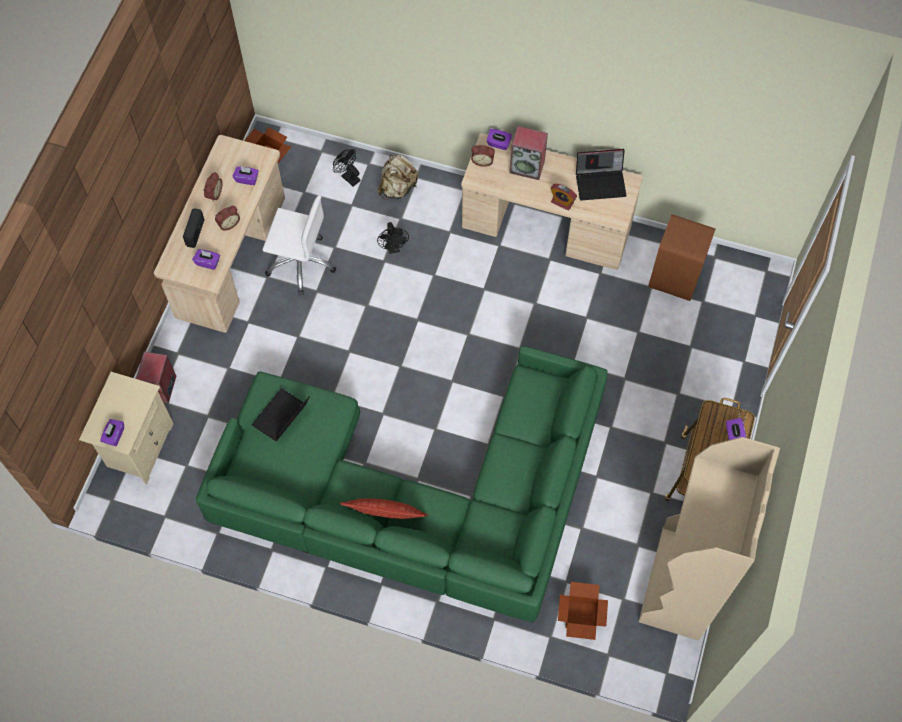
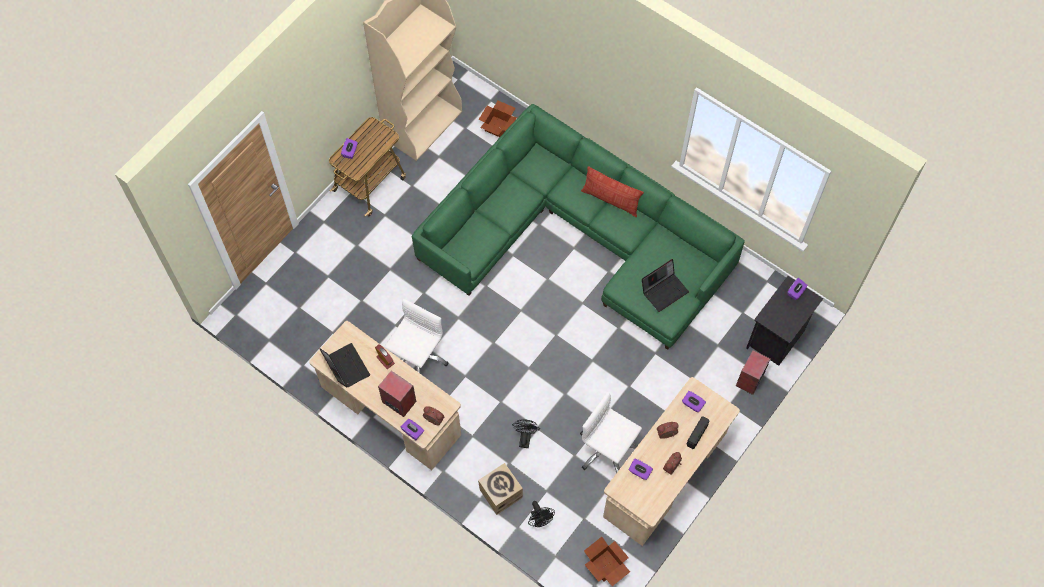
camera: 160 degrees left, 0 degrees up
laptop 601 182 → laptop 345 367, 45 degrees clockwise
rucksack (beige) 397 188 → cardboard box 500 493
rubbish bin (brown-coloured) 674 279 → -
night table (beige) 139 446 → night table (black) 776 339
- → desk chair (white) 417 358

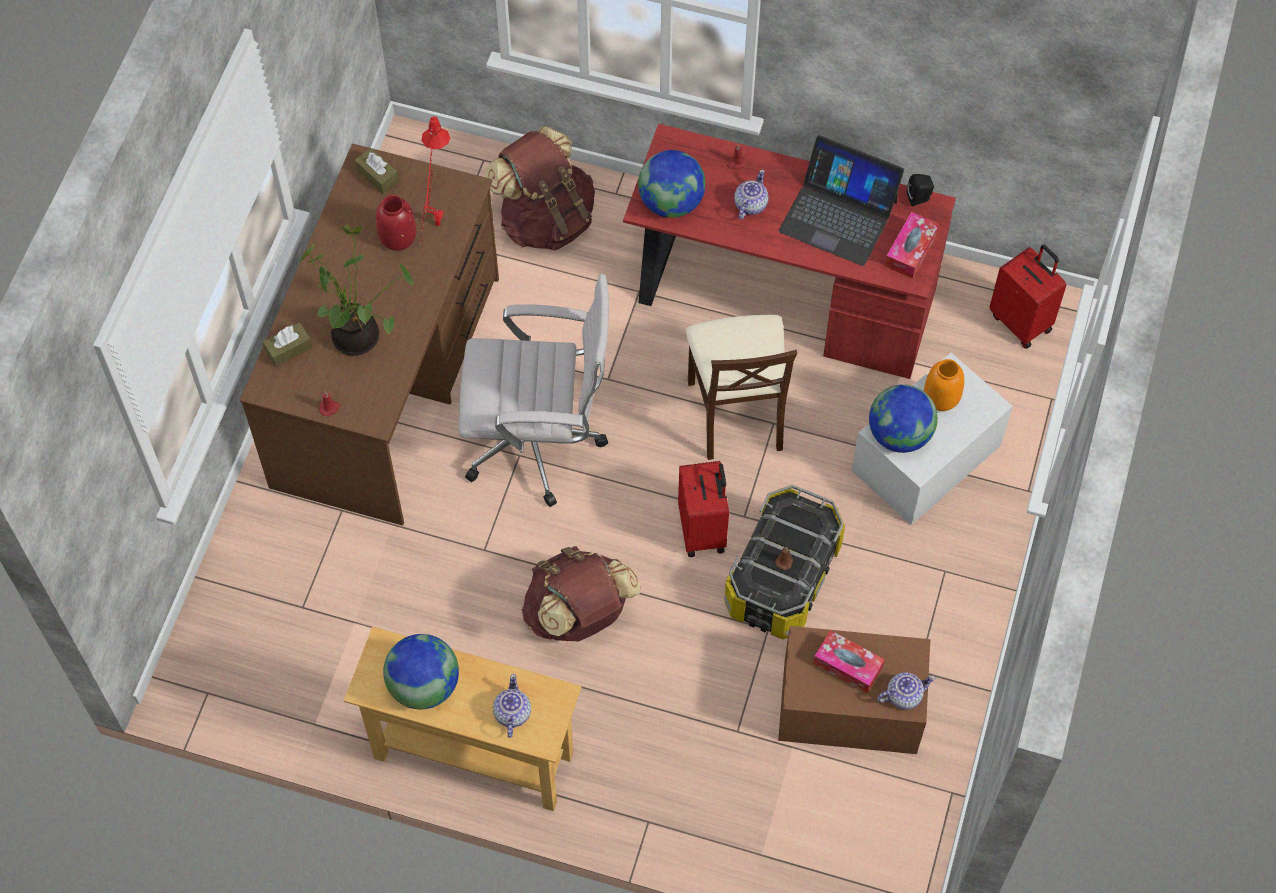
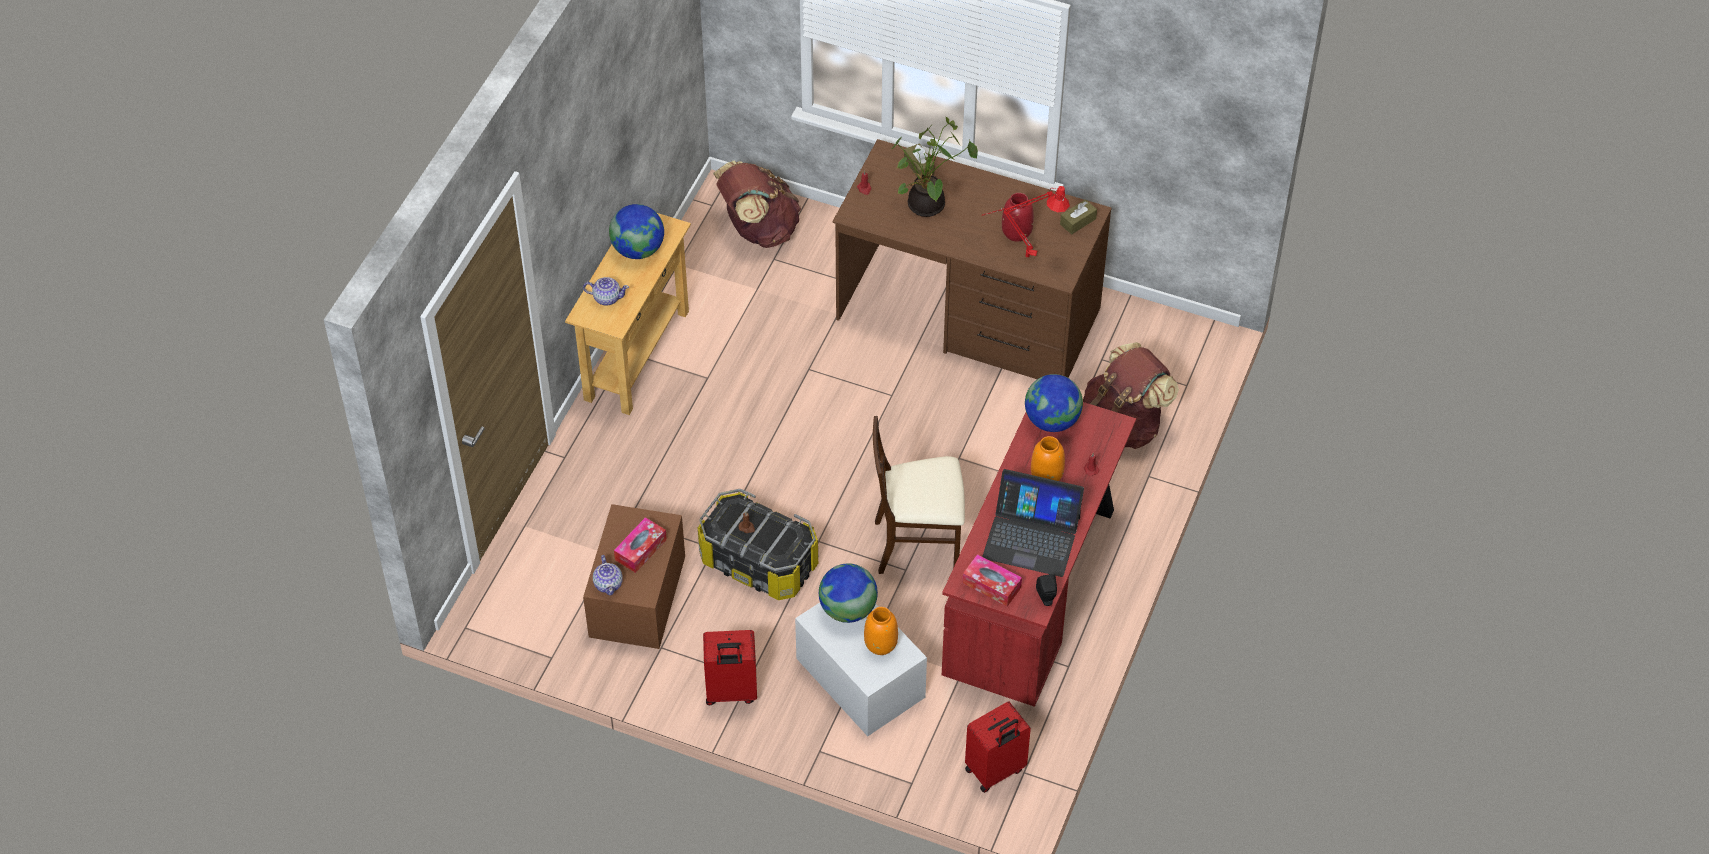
camera: 95 degrees right, 10 degrees down
laptop 838 215 → laptop 1031 537, 105 degrees counterclockwise
pot for tea 750 205 → flower vase (orange-coloured) 1046 475
desk chair (white) 540 442 → -
travel case (reddish) 703 530 → travel case (reddish) 731 692, move
rucksack (brown-coloured) 579 615 → rucksack (brown-coloured) 758 229, move

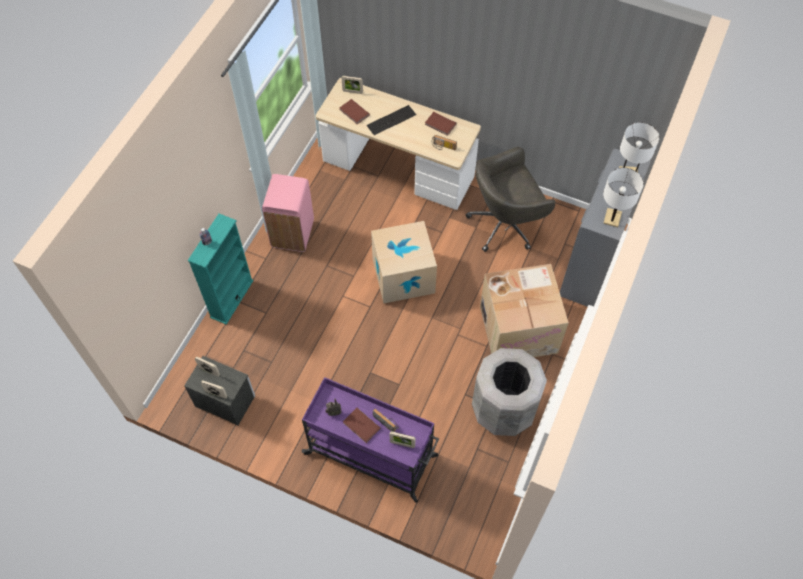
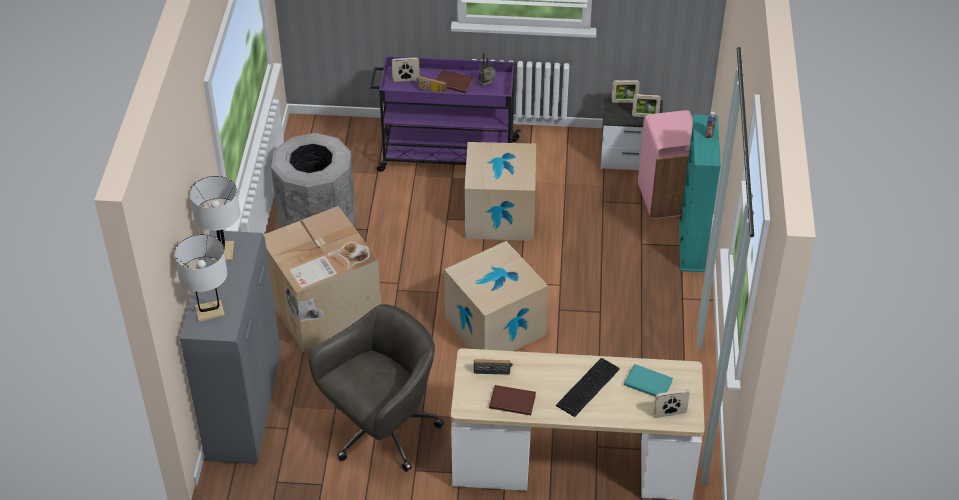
camera: 160 degrees right, 15 degrees down
bound book (brown-coloured) 354 113 → bound book (turquoise) 648 382
rubbish bin (pinkish) 293 233 → rubbish bin (pinkish) 665 200, move
- → cardboard box 500 215

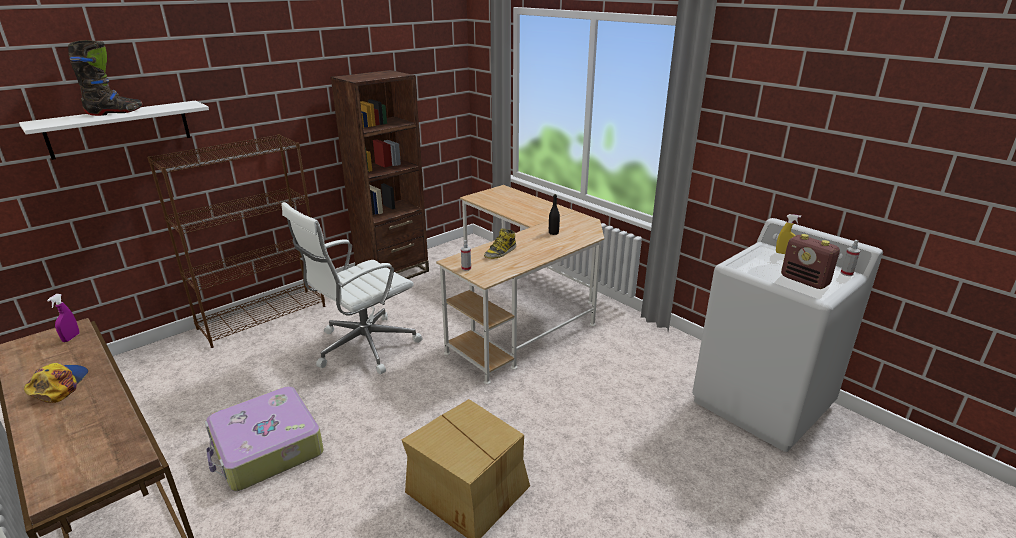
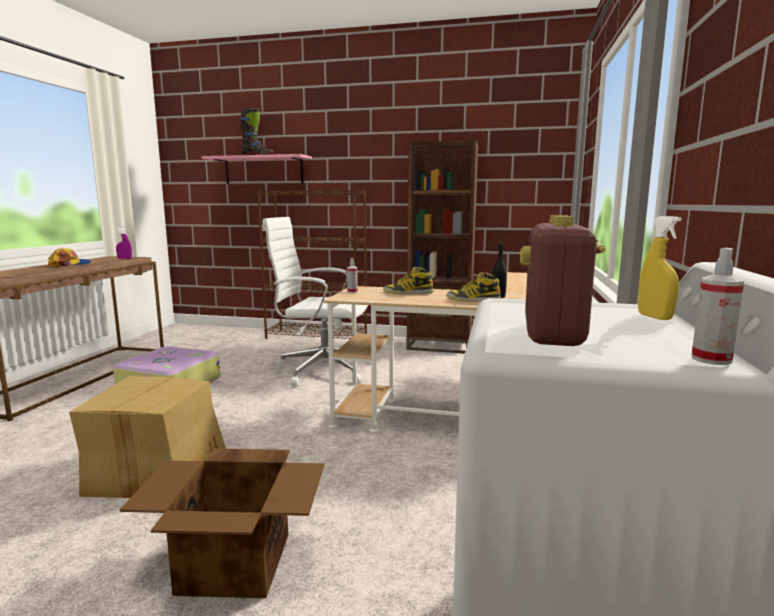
camera: 55 degrees right, 15 degrees down
shelf (white) 119 129 → shelf (pinkish) 264 170
- → boot 473 300
- → cardboard box 236 563

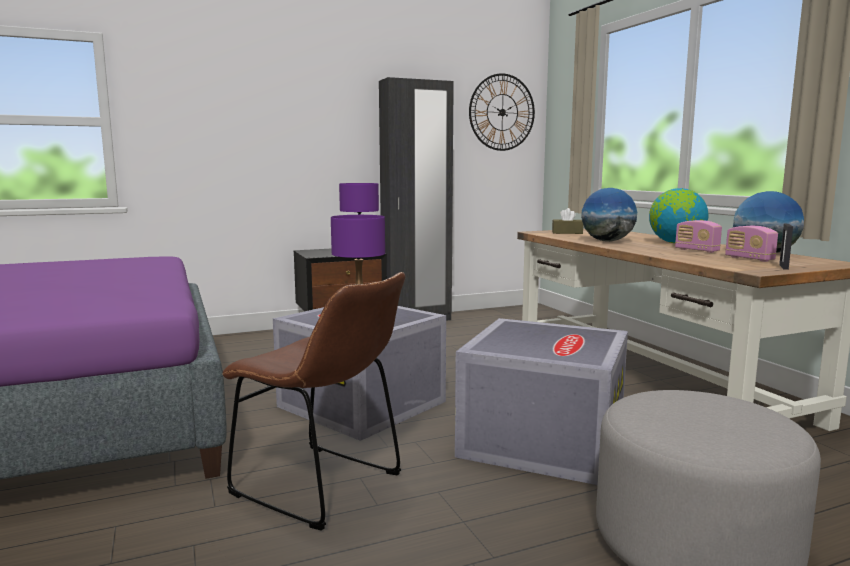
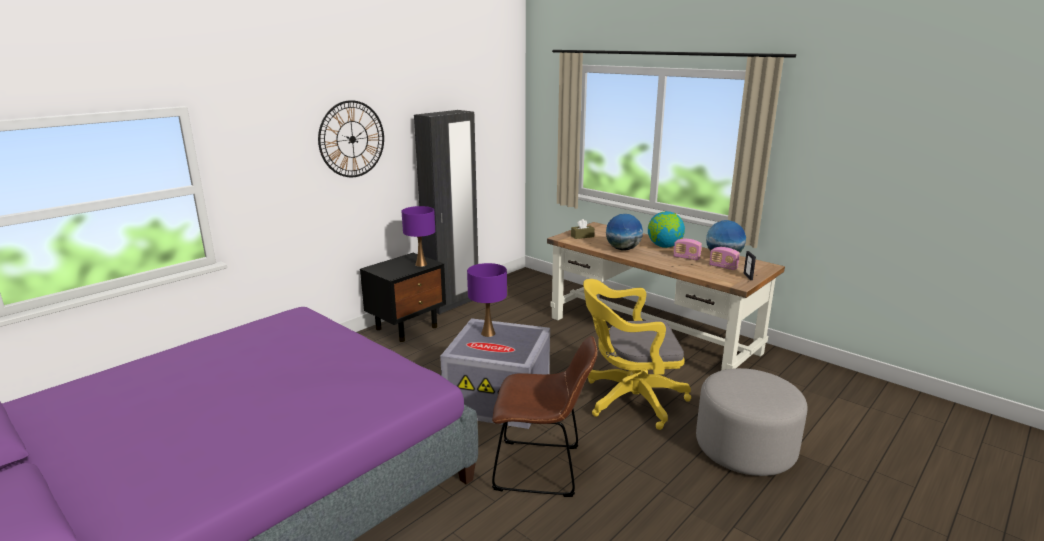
camera: 25 degrees left, 10 degrees up
wall clock 502 112 → wall clock 352 139, move
storage box (grey) 541 439 → desk chair (yellow-coloured) 629 399

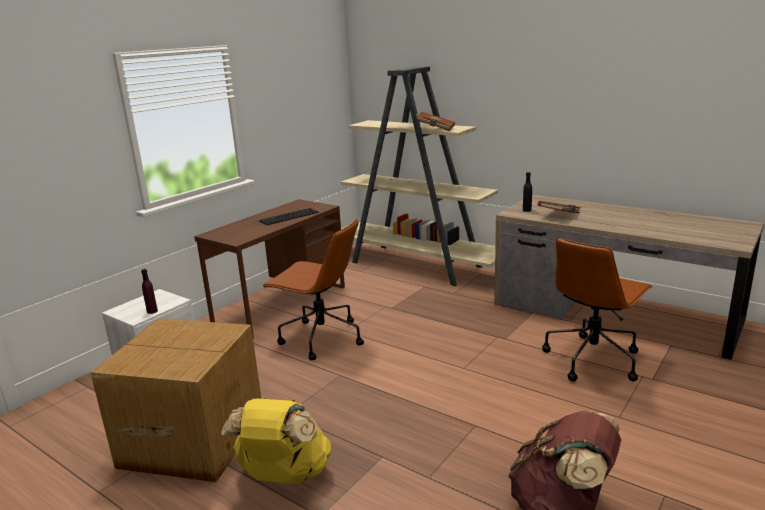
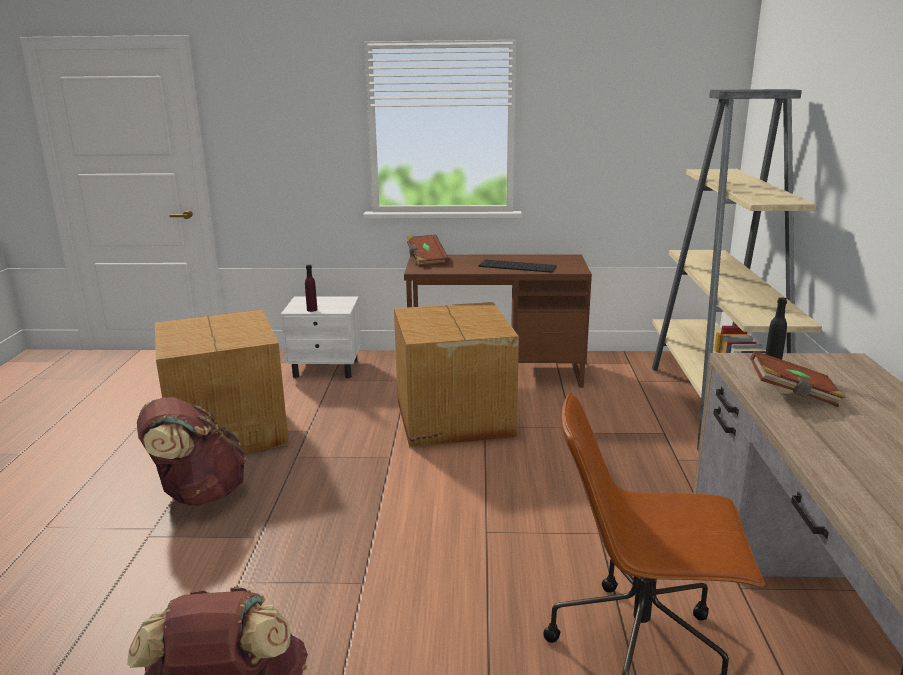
camera: 55 degrees right, 0 degrees up
bound book (brown-coloured) 435 129 → bound book (brown-coloured) 426 260, move
desk chair (brown-coloured) 320 338 → cardboard box 452 418
rucksack (yellow-coloured) 284 476 → rucksack (brown-coloured) 198 494

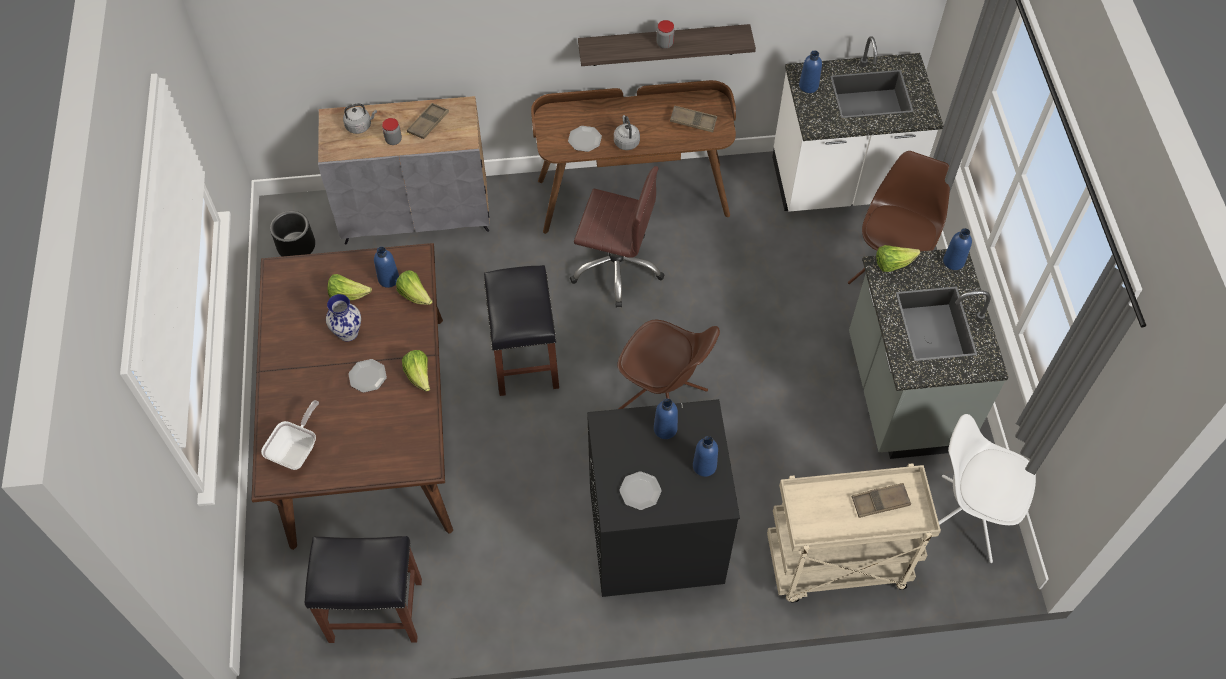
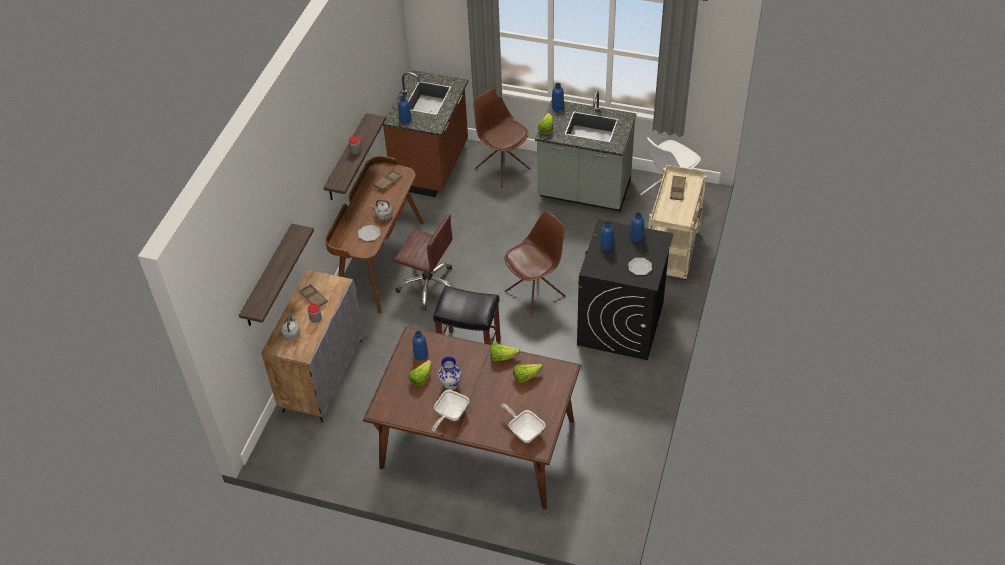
camera: 65 degrees left, 10 degrees down
counter (white) 841 185 → counter (brown-coloured) 432 167
desk chair (brown-coloured) 617 267 → desk chair (brown-coloured) 428 285, 75 degrees clockwise
flower pot (black) 296 246 → -
lettuce 415 295 → lettuce 525 376, move
flat dish 367 376 → -
sitting stool (black) 374 611 → -
- → shelf 268 277
- → pan 450 415

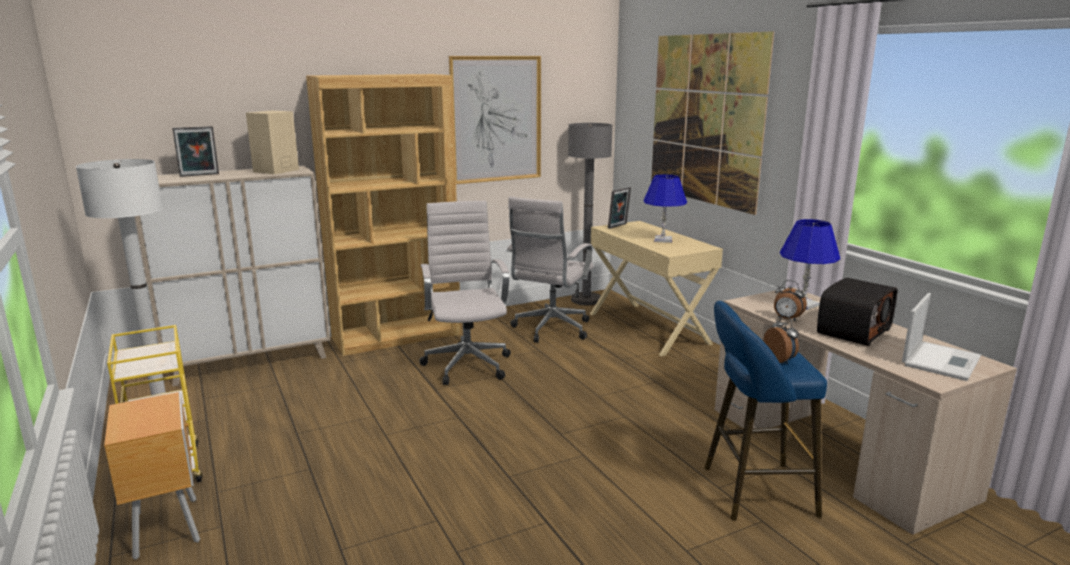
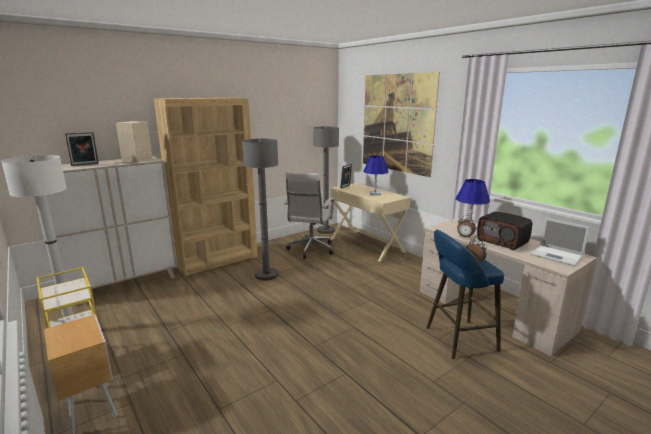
camera: 10 degrees left, 0 degrees up
picture 496 119 → -
desk chair (white) 467 364 → standing lamp (grey) 266 275
radio set 852 331 → radio set 503 241, 105 degrees clockwise
laptop 941 360 → laptop 557 256, 105 degrees clockwise

